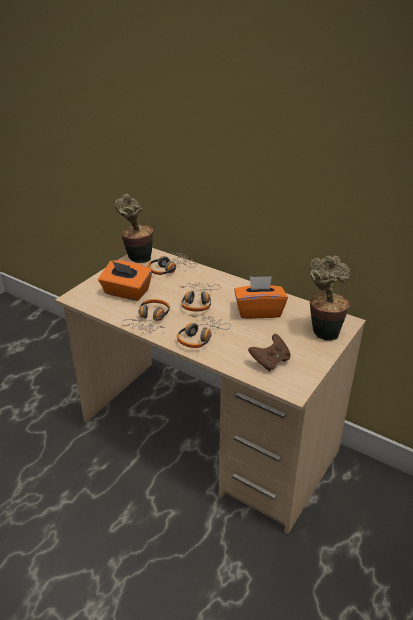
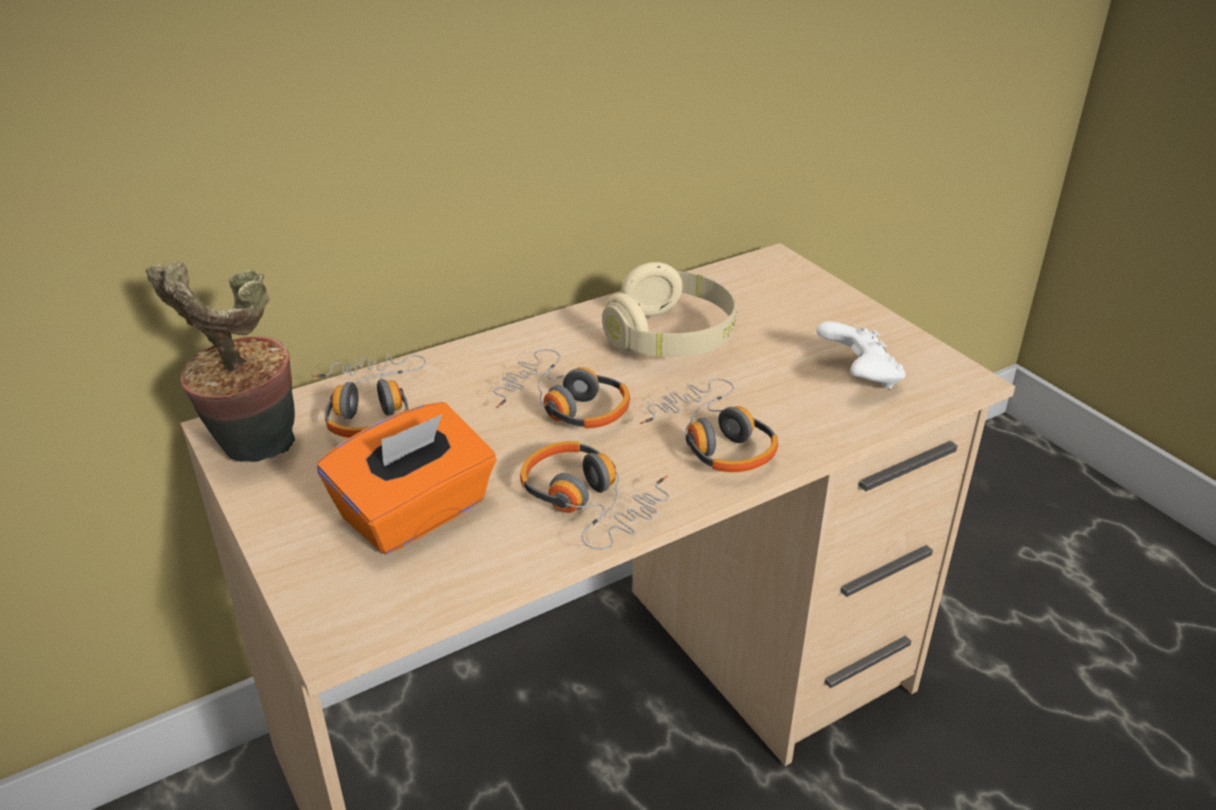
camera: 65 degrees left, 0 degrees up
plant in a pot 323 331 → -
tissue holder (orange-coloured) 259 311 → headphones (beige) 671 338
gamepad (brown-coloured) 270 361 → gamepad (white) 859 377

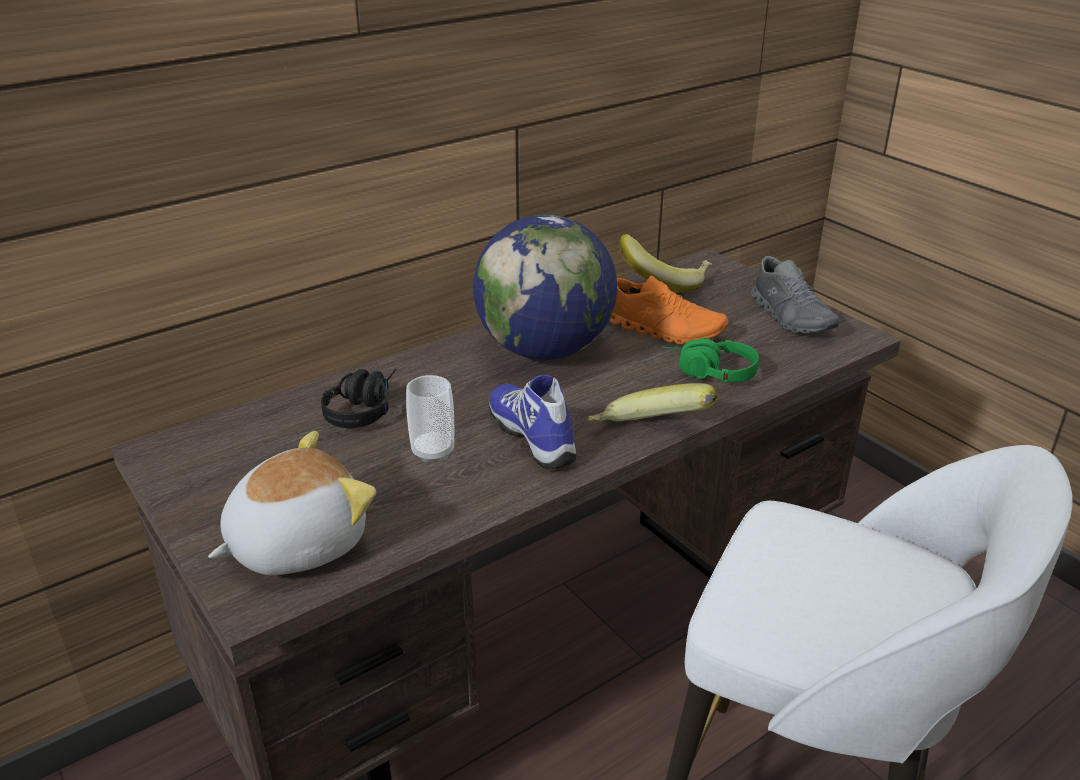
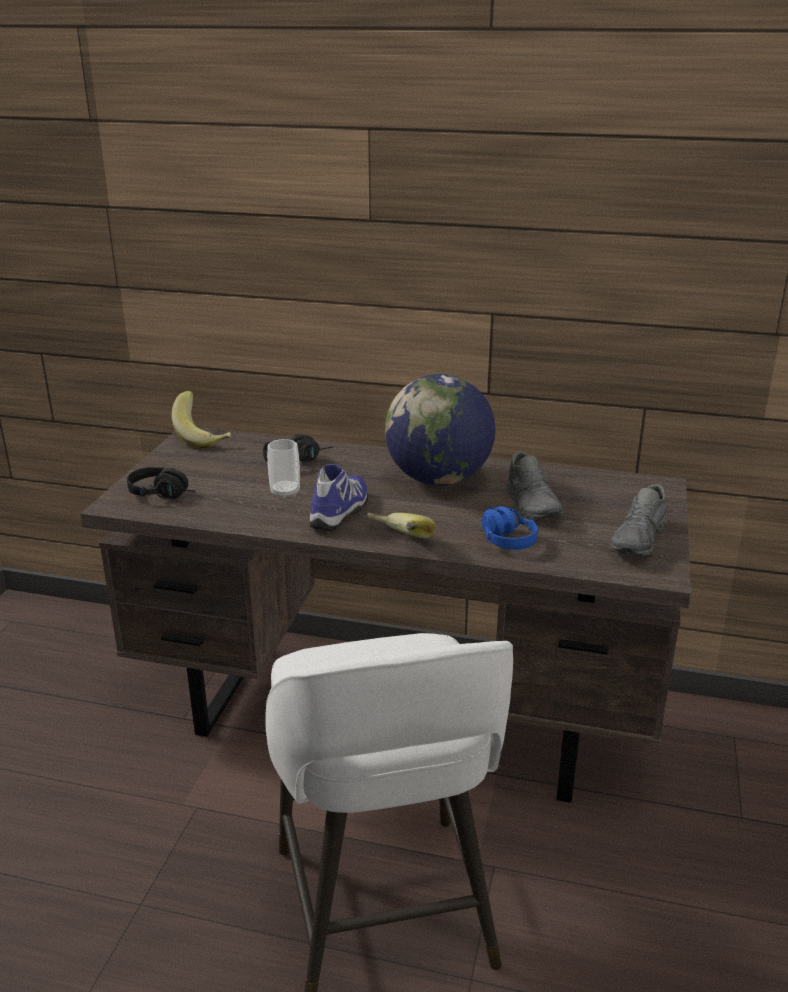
camera: 50 degrees right, 5 degrees down
whole banana 665 281 → whole banana 204 437, move
item of footwear (orange-coloured) 665 330 → item of footwear (grey) 532 504
headphones (green) 707 373 → headphones (bluish) 502 537
plush toy 295 542 → headphones (black) 165 494

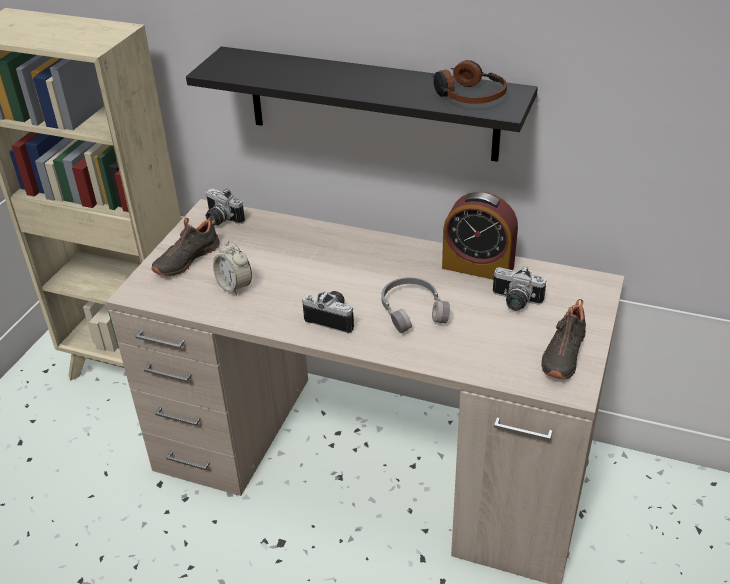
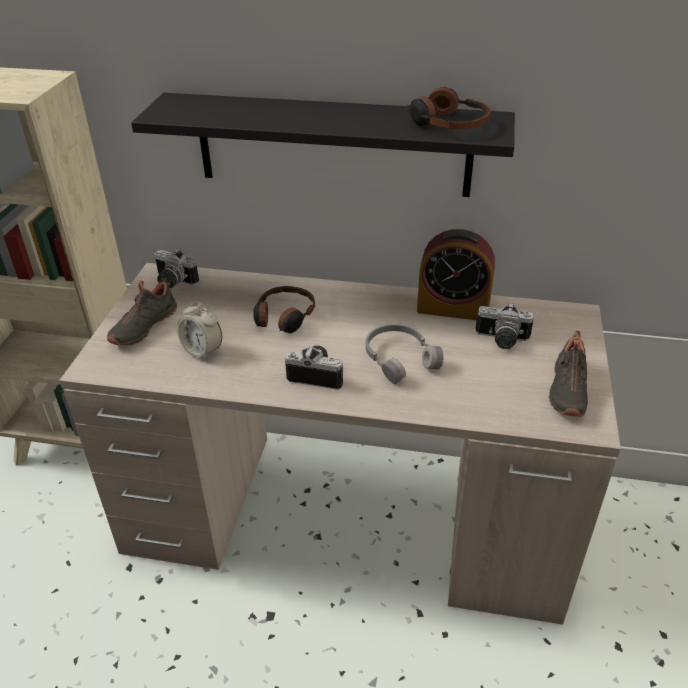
camera: 10 degrees left, 0 degrees up
- → headphones 283 318

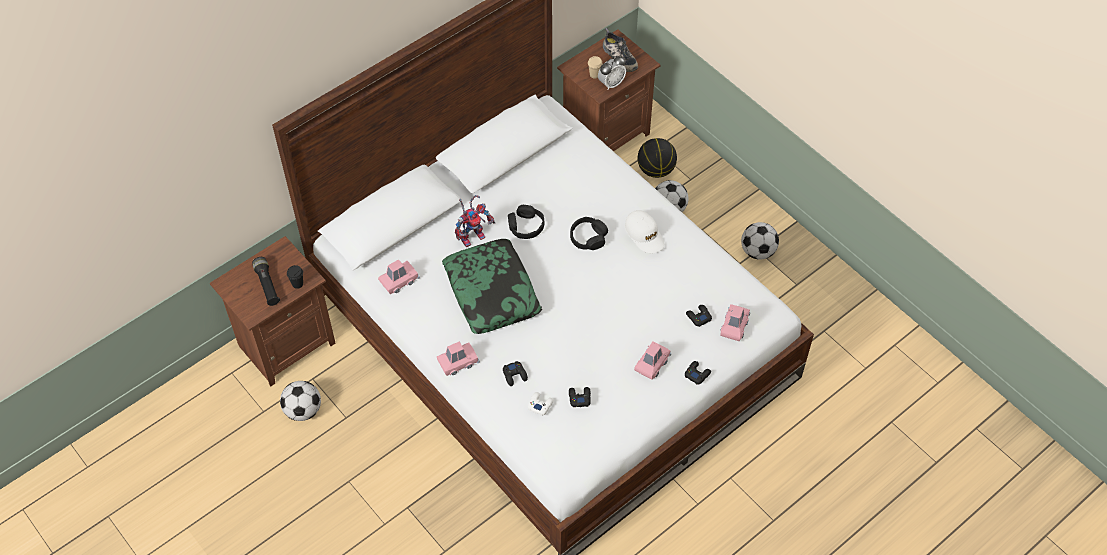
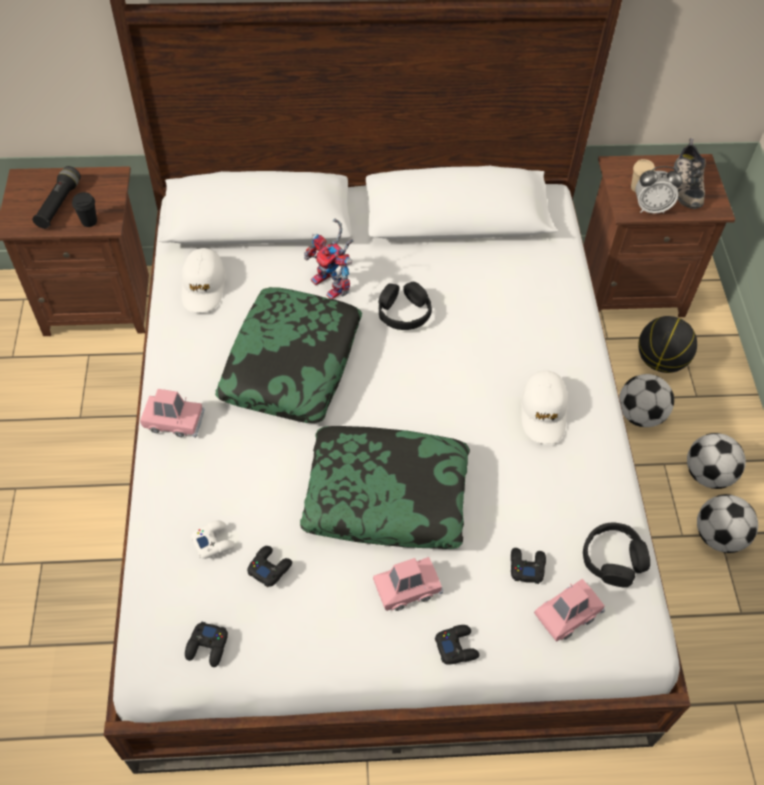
camera: 35 degrees right, 0 degrees up
robot figure 473 235 → robot figure 333 286, 45 degrees clockwise
headphones (black) 588 237 → headphones (black) 613 559, move
model car (pinkish) 399 281 → cap (white) 203 286
gamepad (black) 515 375 → gamepad (black) 207 646, move
ball for football 303 410 → ball for football 707 475, move
- → pillow 387 495

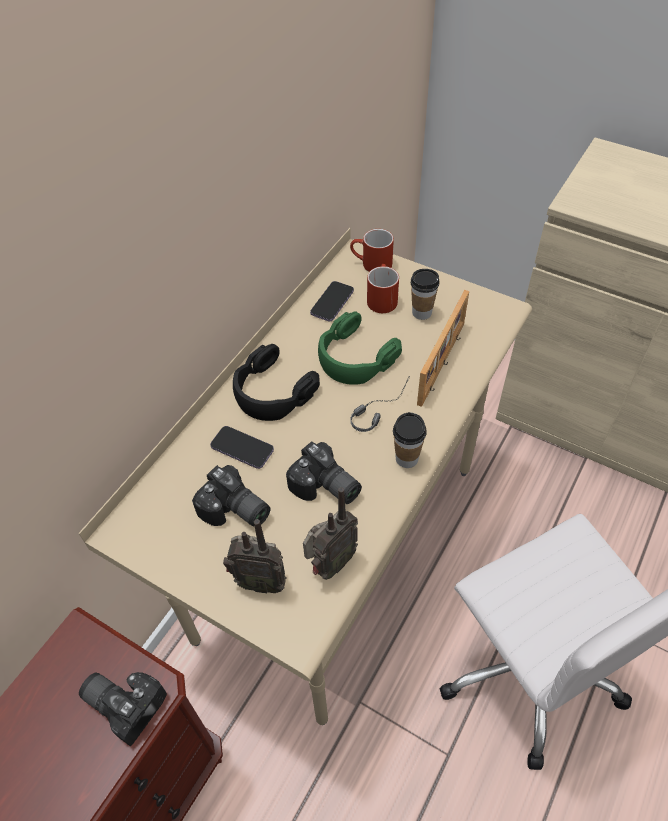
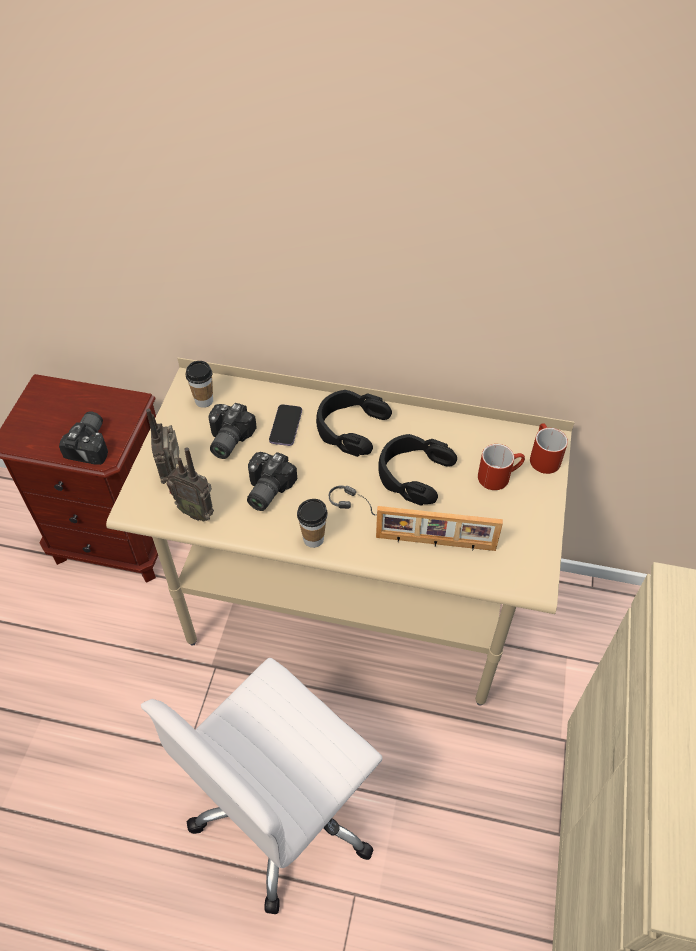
camera: 70 degrees right, 0 degrees up
small cup 421 312 → small cup 204 401, move
handset 332 302 → -
headphones (green) 354 357 → headphones (black) 413 474

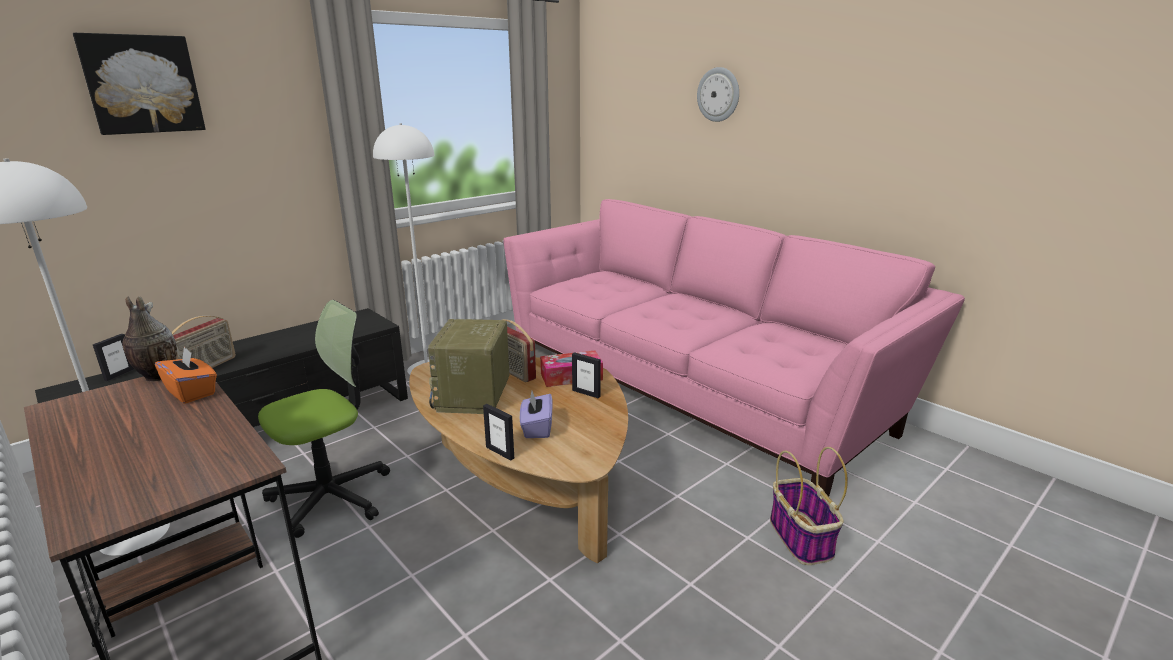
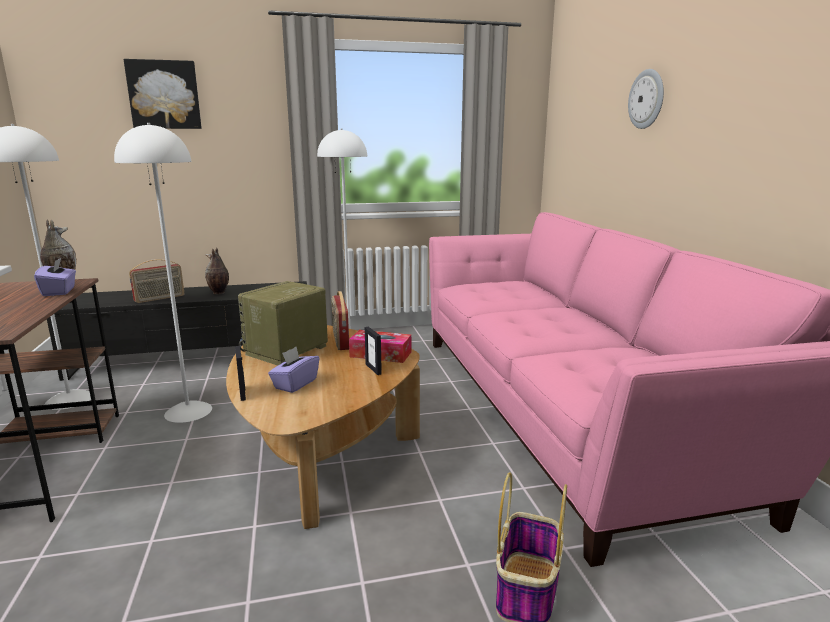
camera: 30 degrees right, 5 degrees down
desk chair 331 497 → standing lamp (white) 188 411
picture frame 119 374 → -
tissue holder (orange-coloured) 192 392 → tissue holder (purplish) 59 291
- → flower vase 218 292

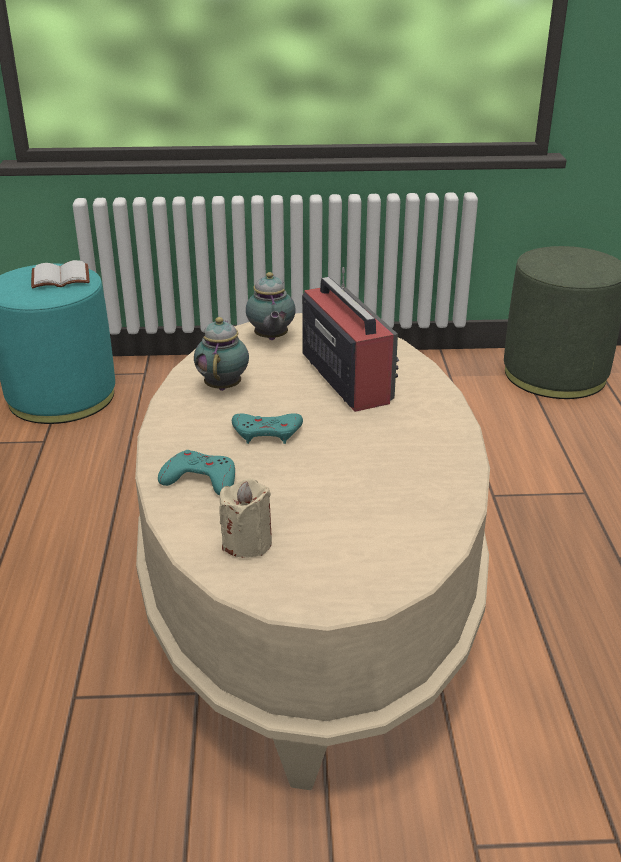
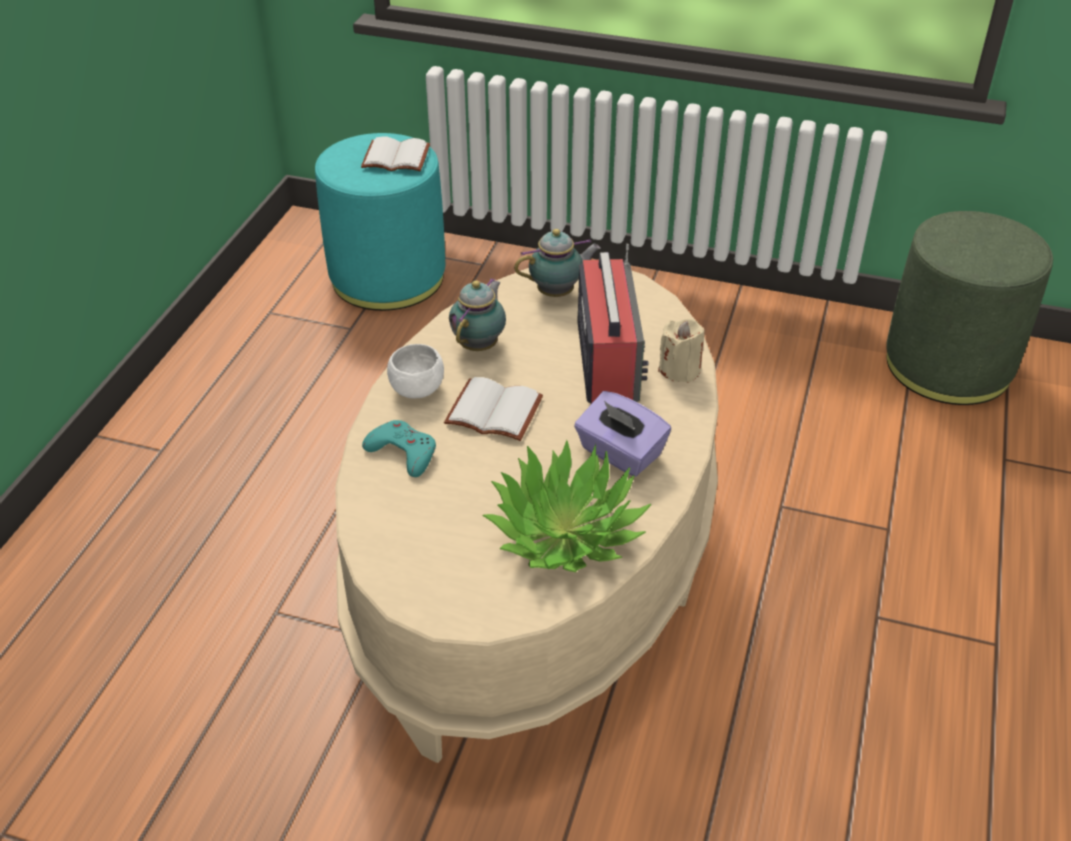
camera: 20 degrees right, 10 degrees up
pot for tea 271 338 → pot for tea 558 293, 120 degrees counterclockwise
gamepad (turquoise) 267 432 → bound book (white) 492 413
candle (beige) 247 543 → candle (beige) 680 370, move
- → serving bowl (white) 417 389
- → tissue holder (purplish) 620 453
- → plant in a pot 565 532

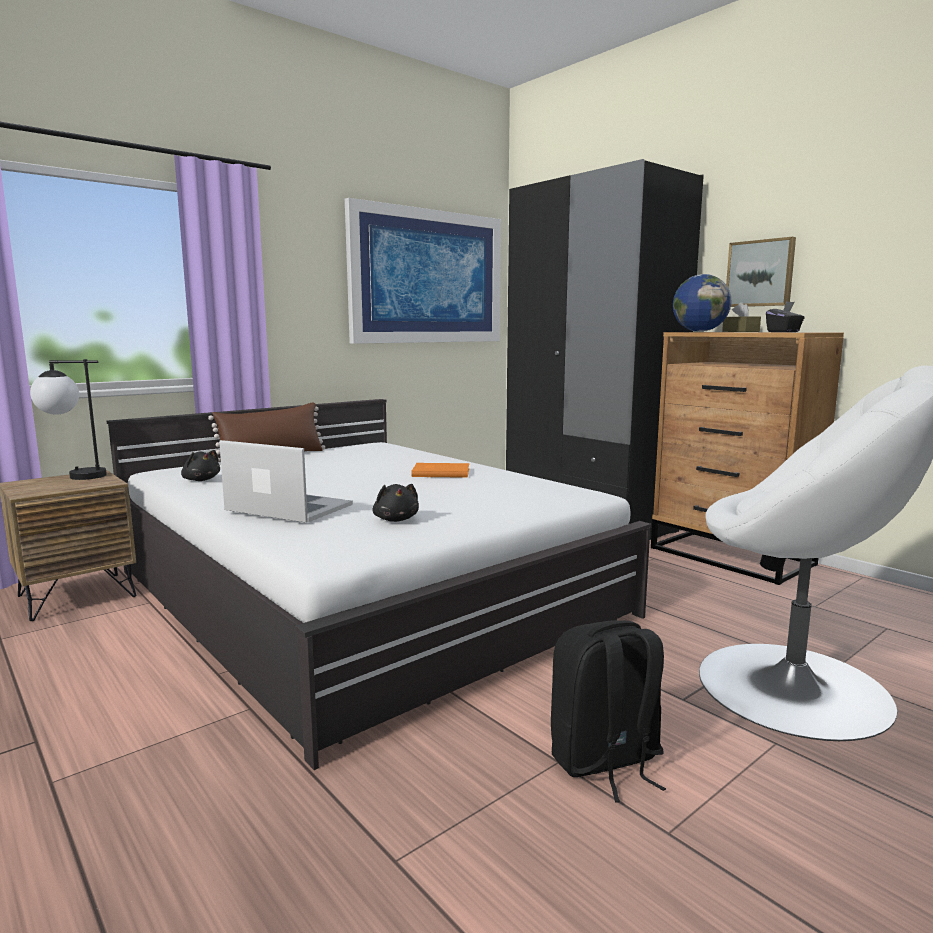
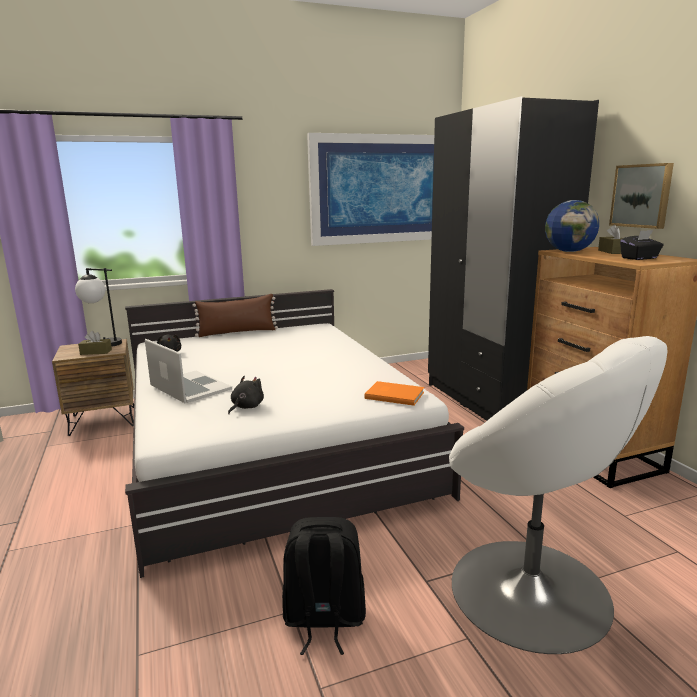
camera: 20 degrees right, 5 degrees up
bound book (orange-coloured) 440 472 → bound book (orange-coloured) 394 394, move
plush toy (black) 396 519 → plush toy (black) 246 407, 150 degrees counterclockwise
- → tissue holder (brown-coloured) 96 352

